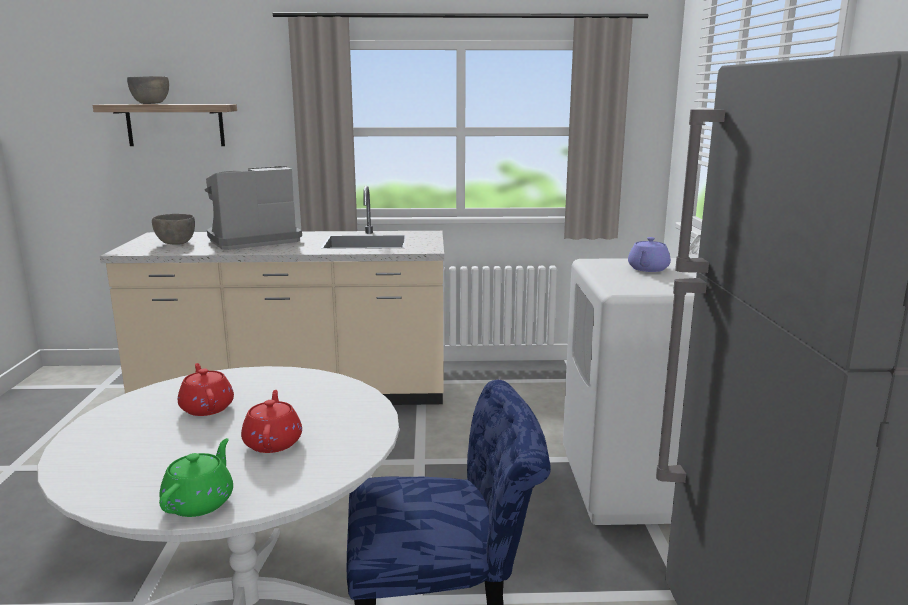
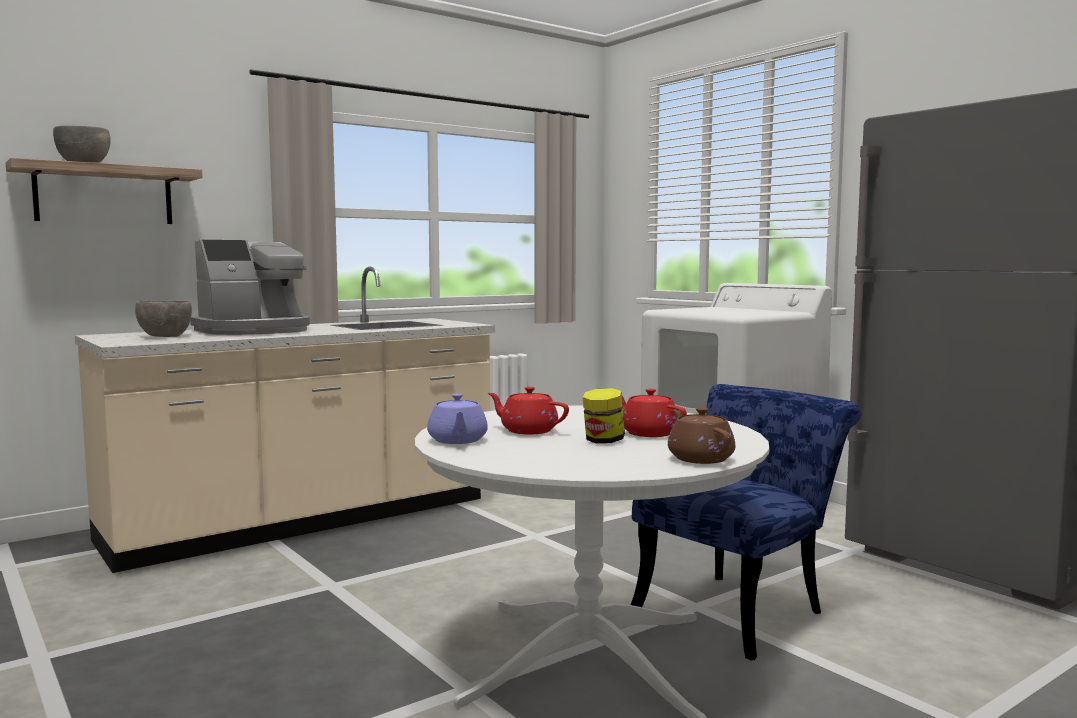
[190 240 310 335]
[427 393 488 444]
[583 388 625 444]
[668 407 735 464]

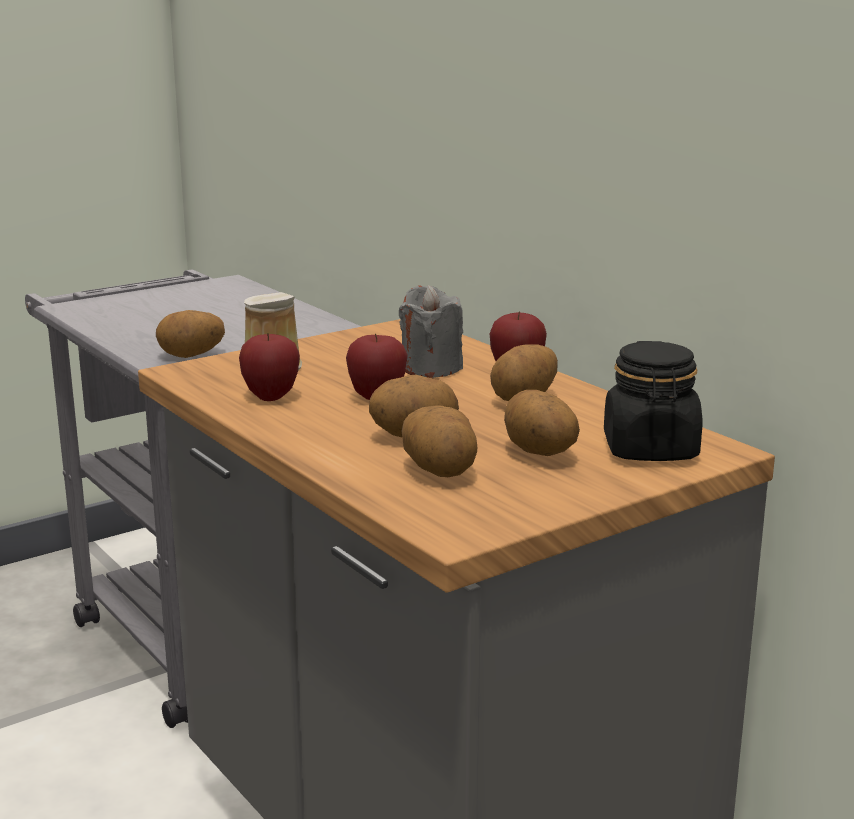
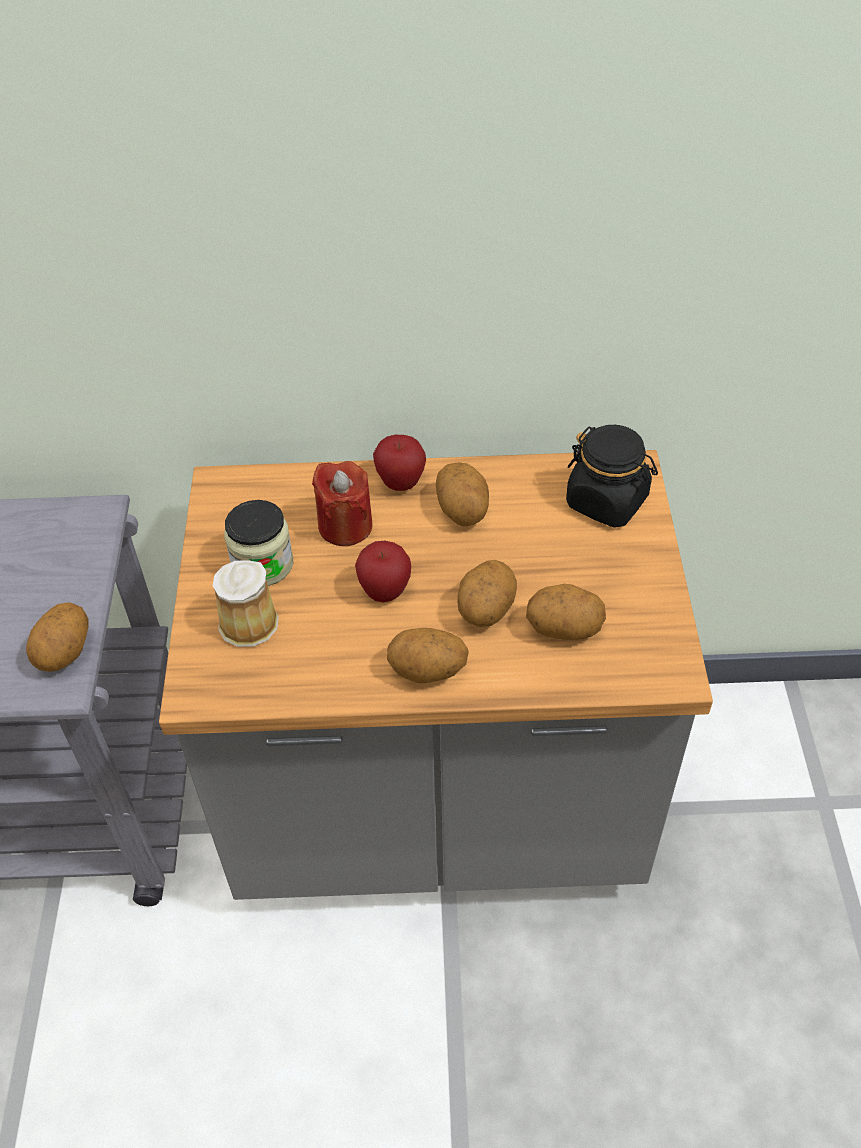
[224 500 293 586]
[312 461 373 546]
[387 628 469 683]
[239 333 300 401] (first image)

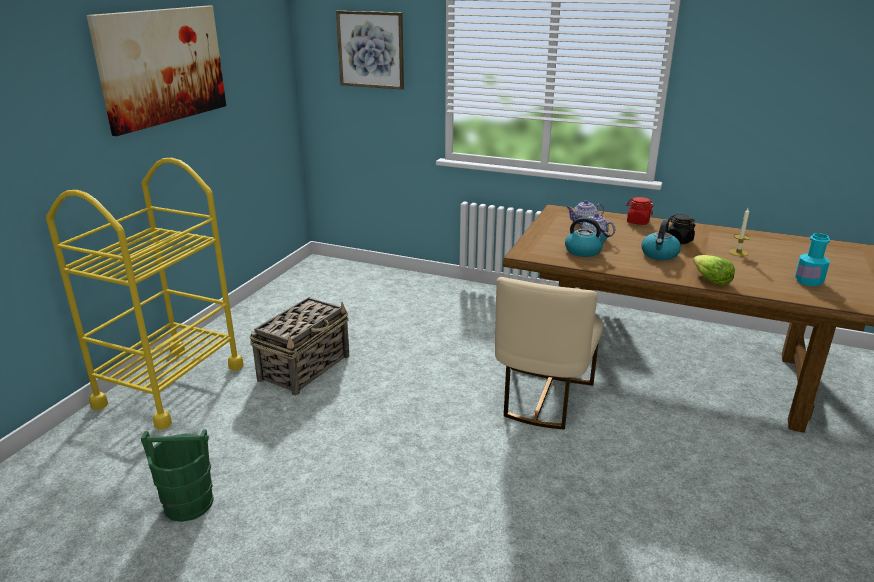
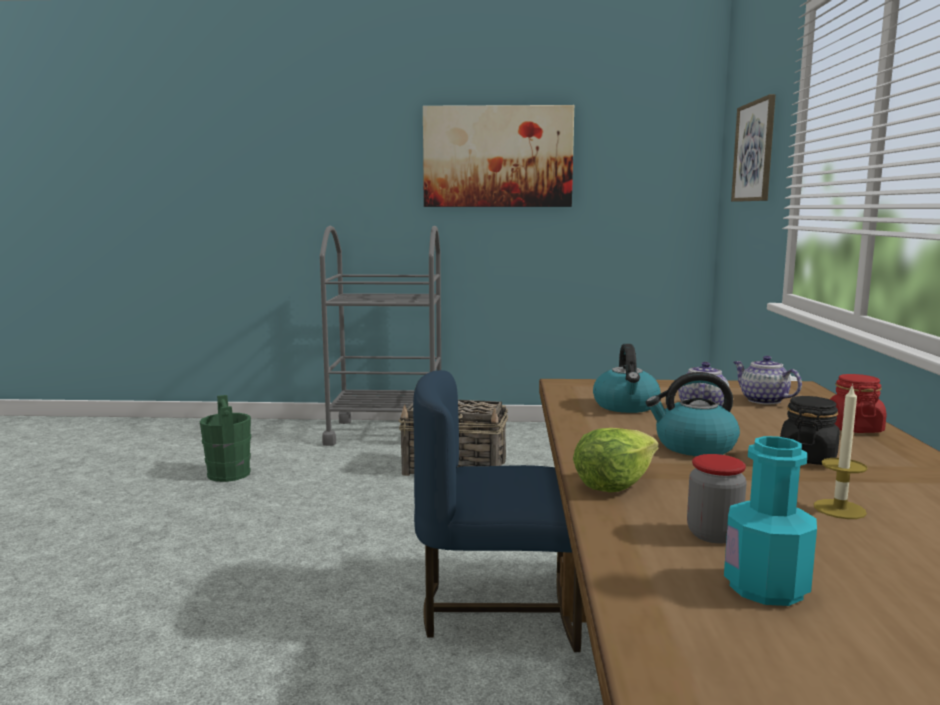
[320 226 441 446]
[413 370 582 652]
[687 454 747 544]

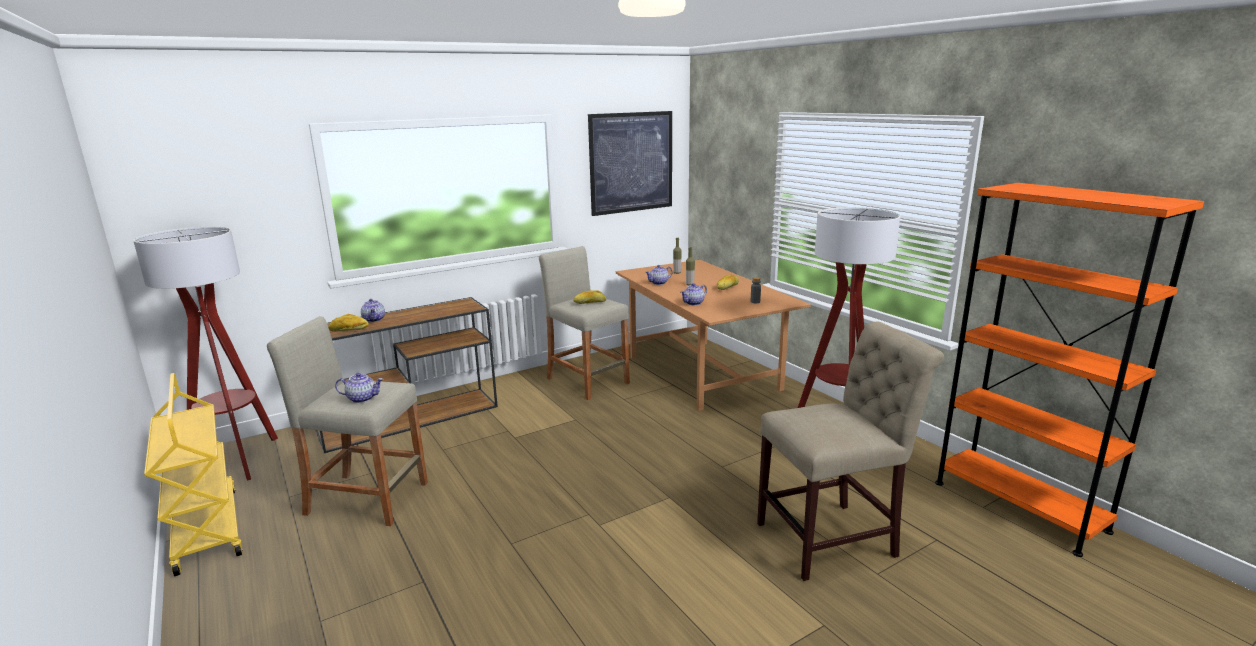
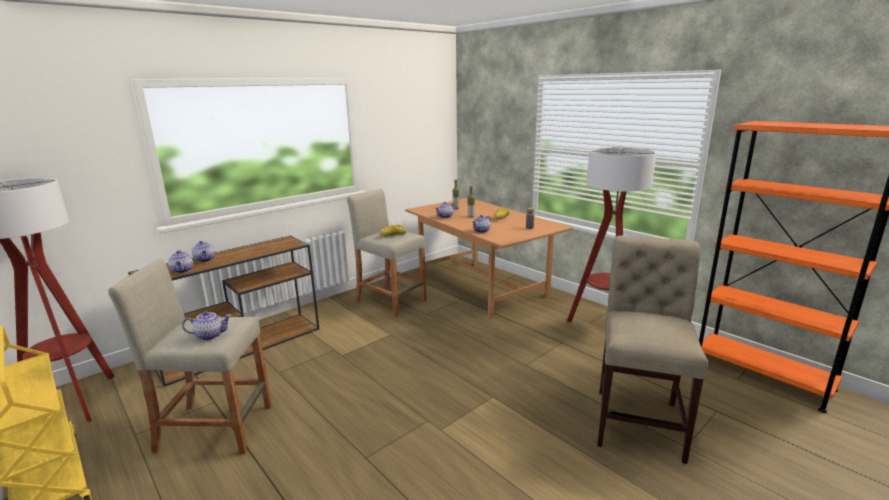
[168 250 193 273]
[597 236 708 464]
[588 111 672 216] (first image)

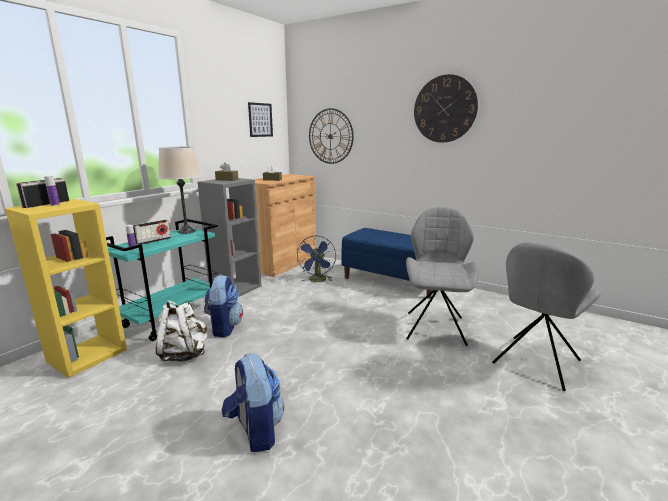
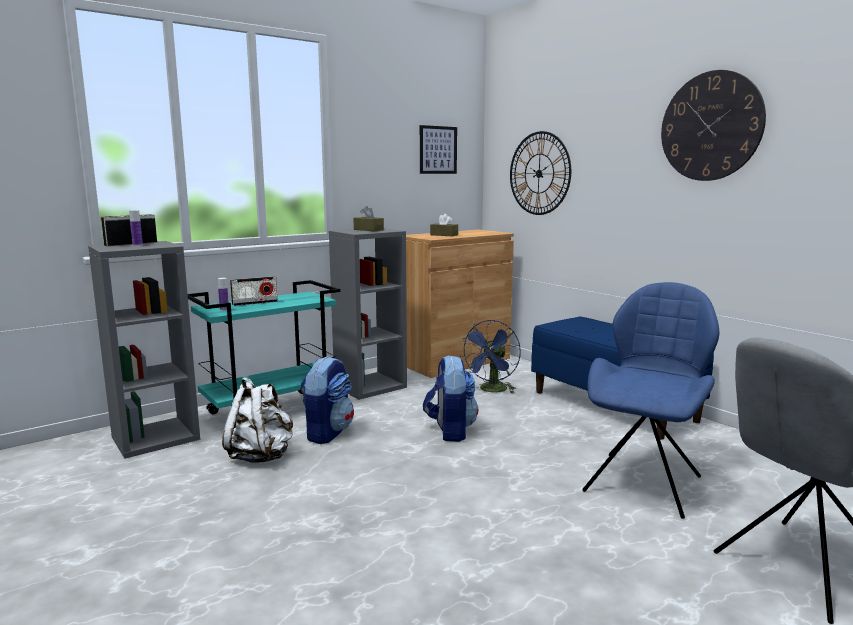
[88 241 200 459]
[423 355 478 442]
[582 282 719 519]
[158 147 201 234] (first image)

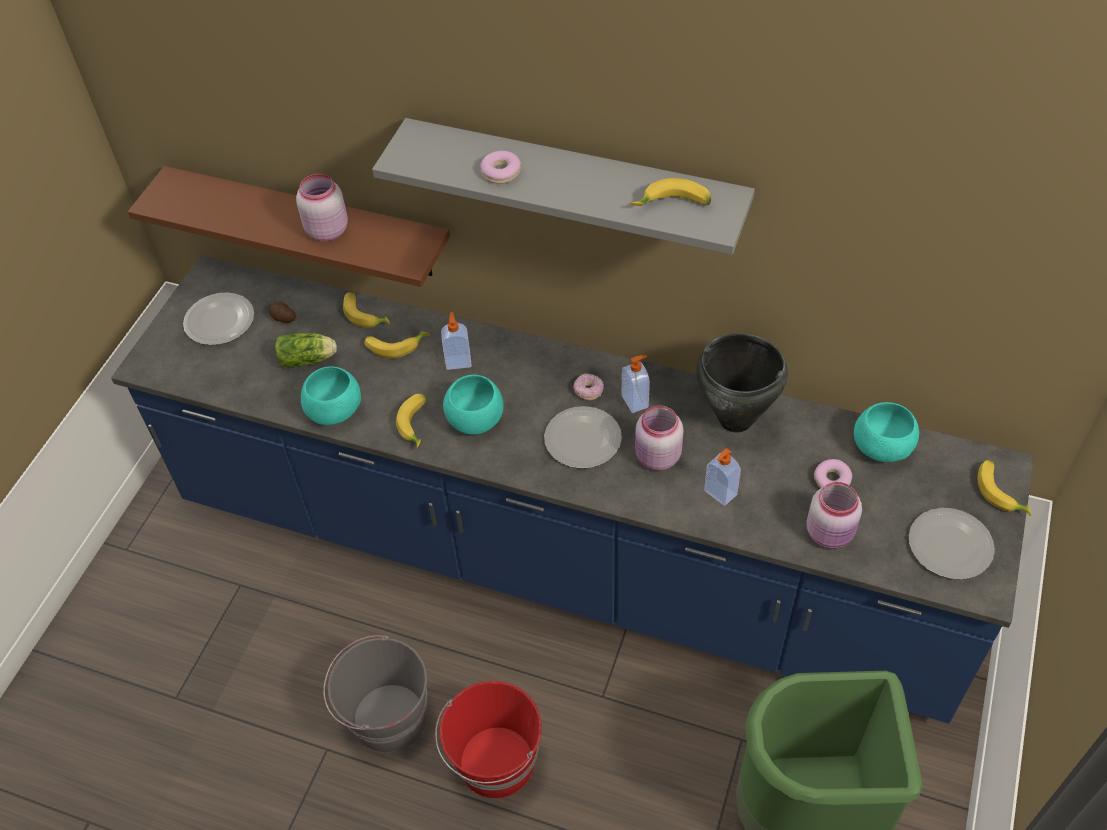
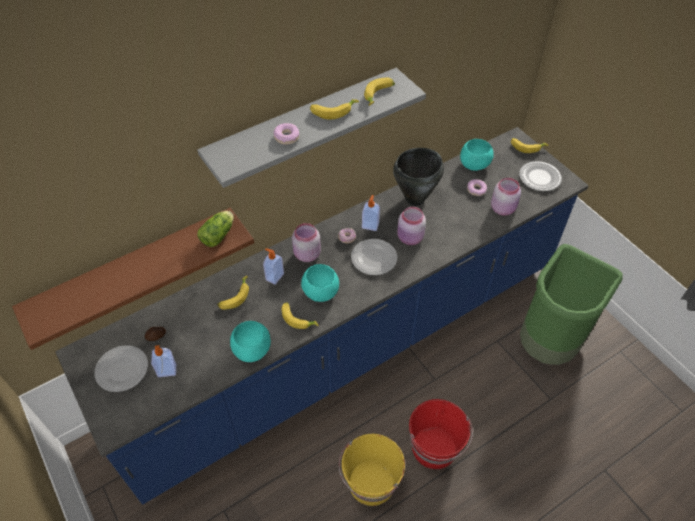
[151 345 176 377]
[197 211 234 247]
[292 223 321 262]
[310 99 359 119]
[339 434 405 506]

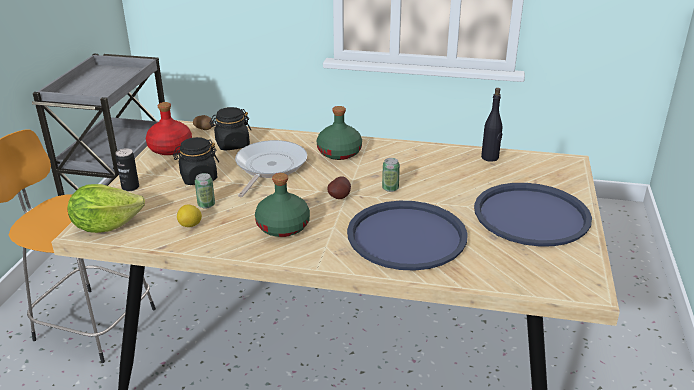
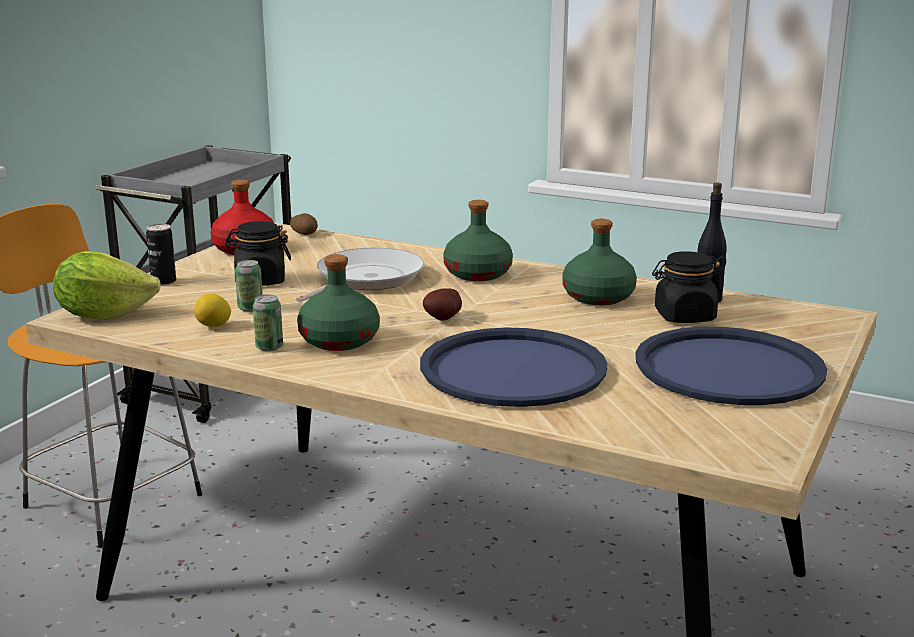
[253 294 283 351]
[563 219 637 305]
[652 251 722 323]

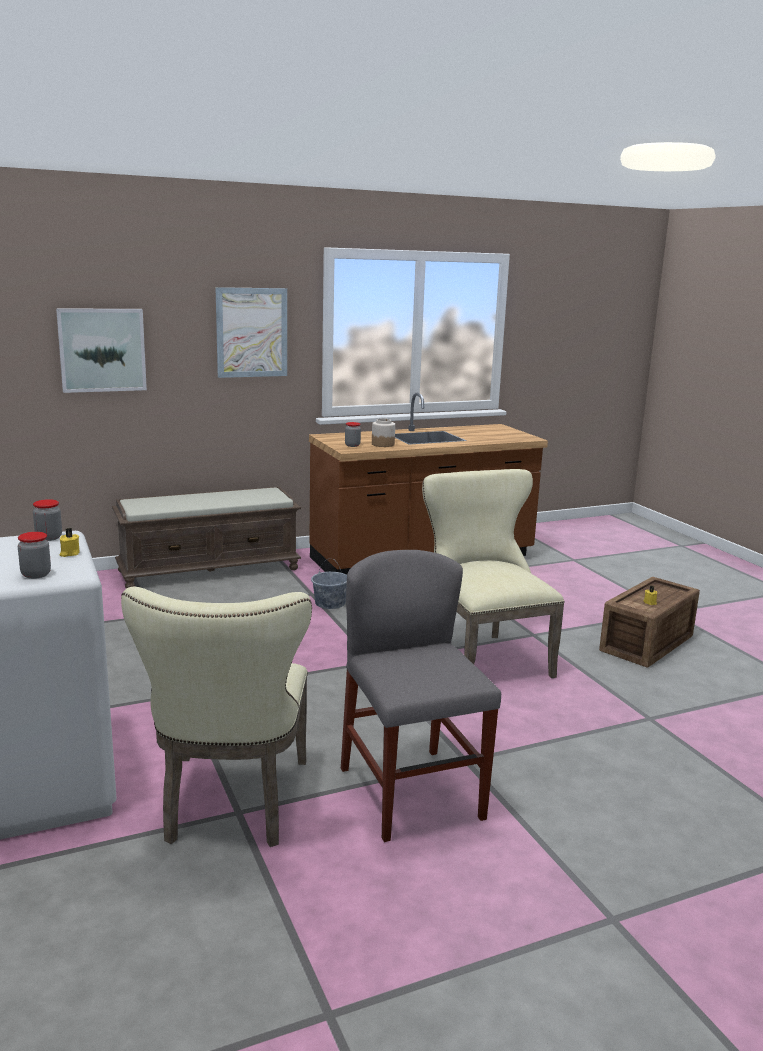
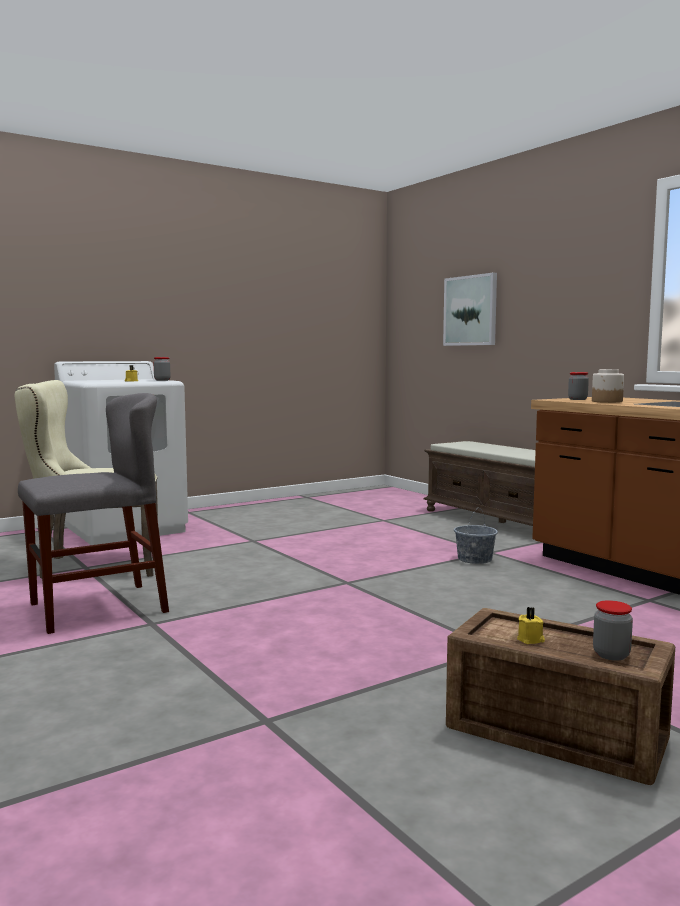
[593 600 633 661]
[215 287 287 378] (first image)
[422 469 565 678] (first image)

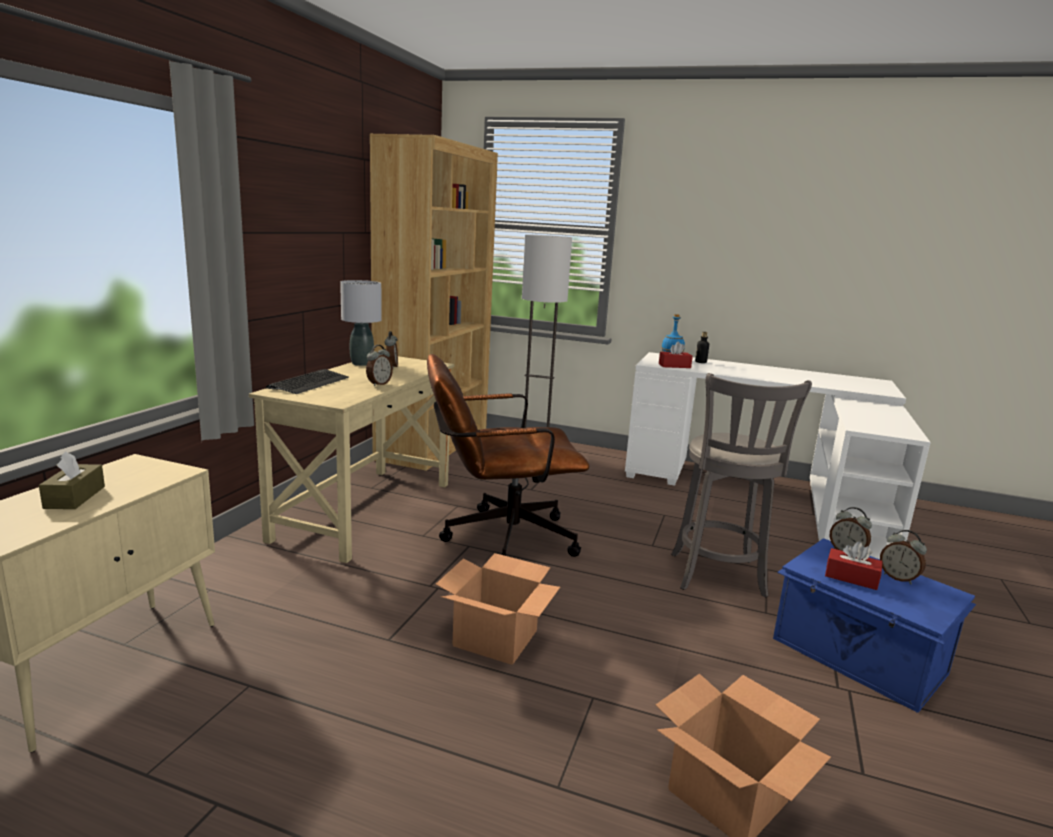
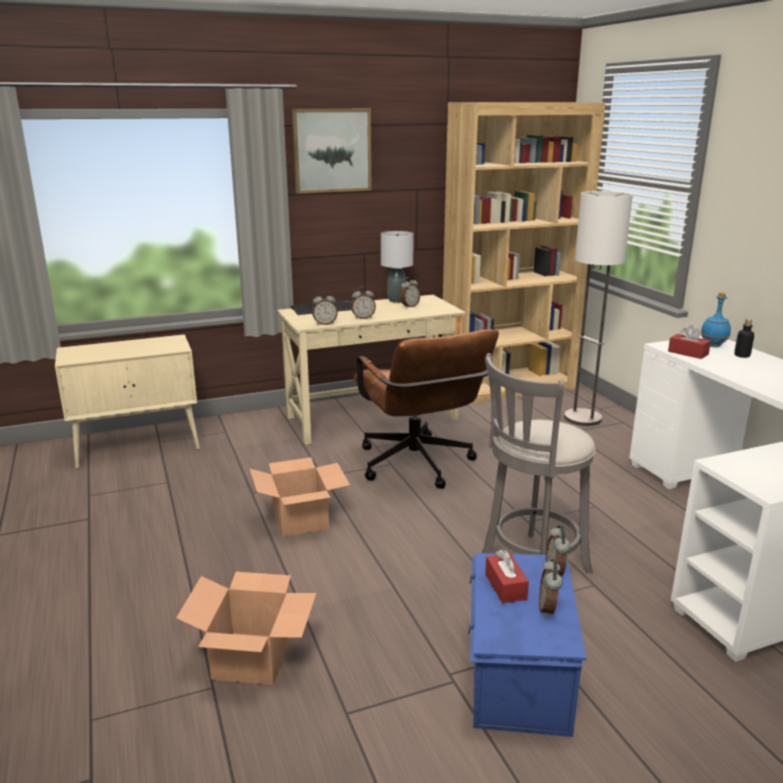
[292 109 371 194]
[312 292 338 325]
[353 330 499 489]
[39 451 105 509] (first image)

